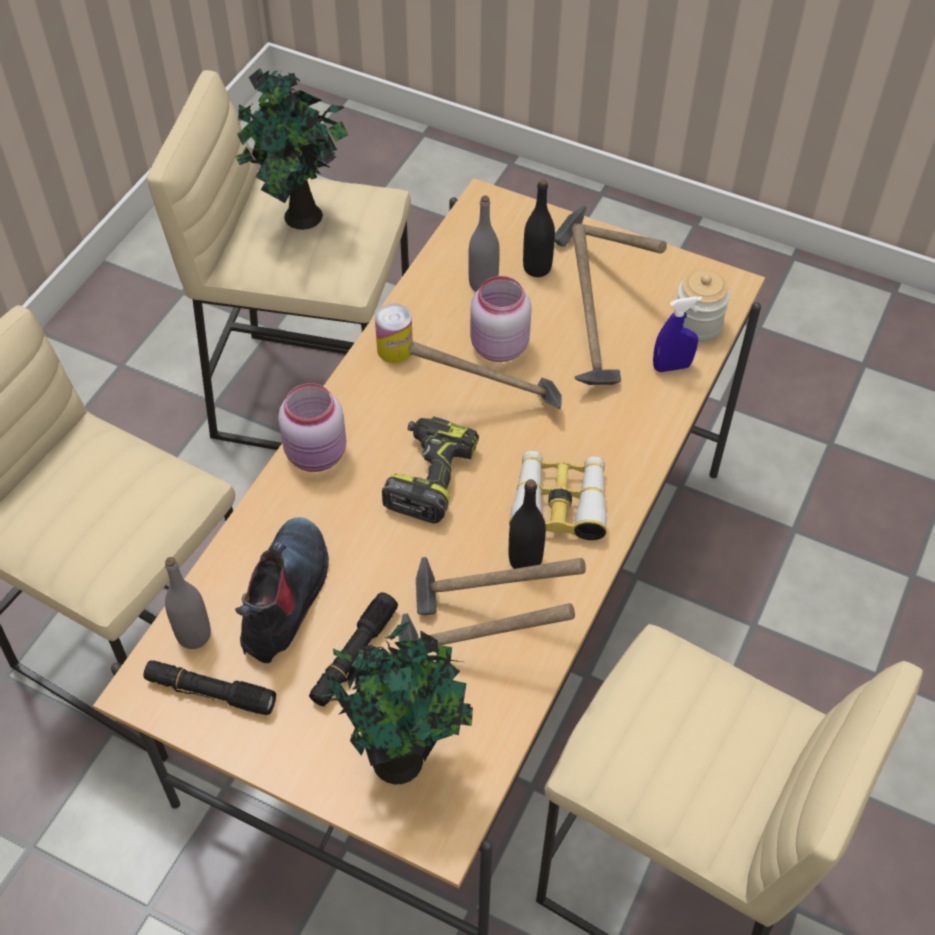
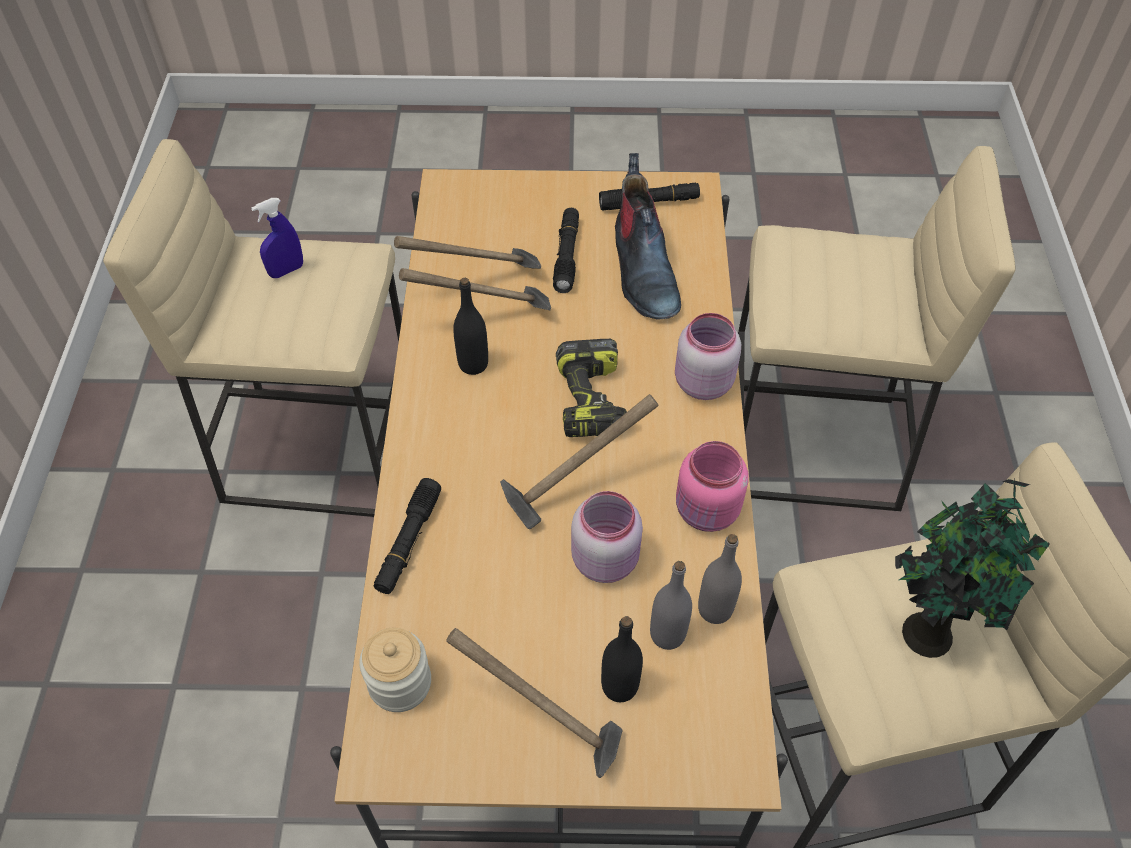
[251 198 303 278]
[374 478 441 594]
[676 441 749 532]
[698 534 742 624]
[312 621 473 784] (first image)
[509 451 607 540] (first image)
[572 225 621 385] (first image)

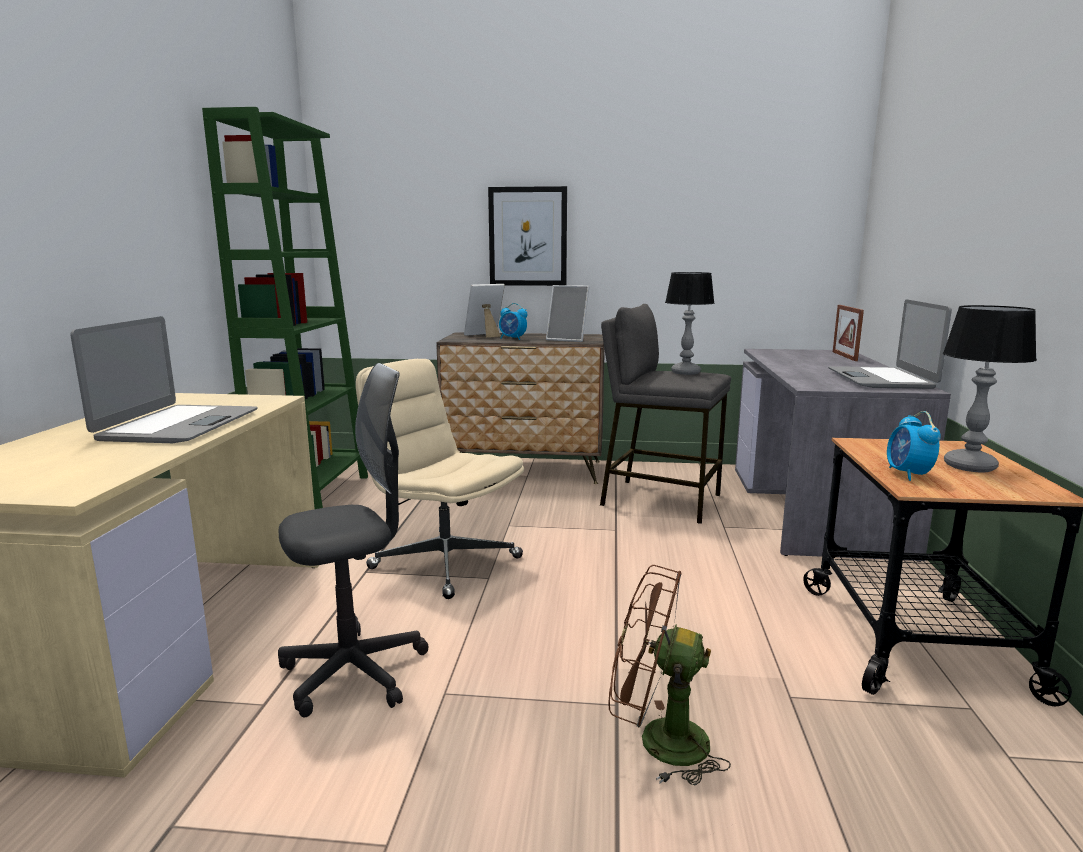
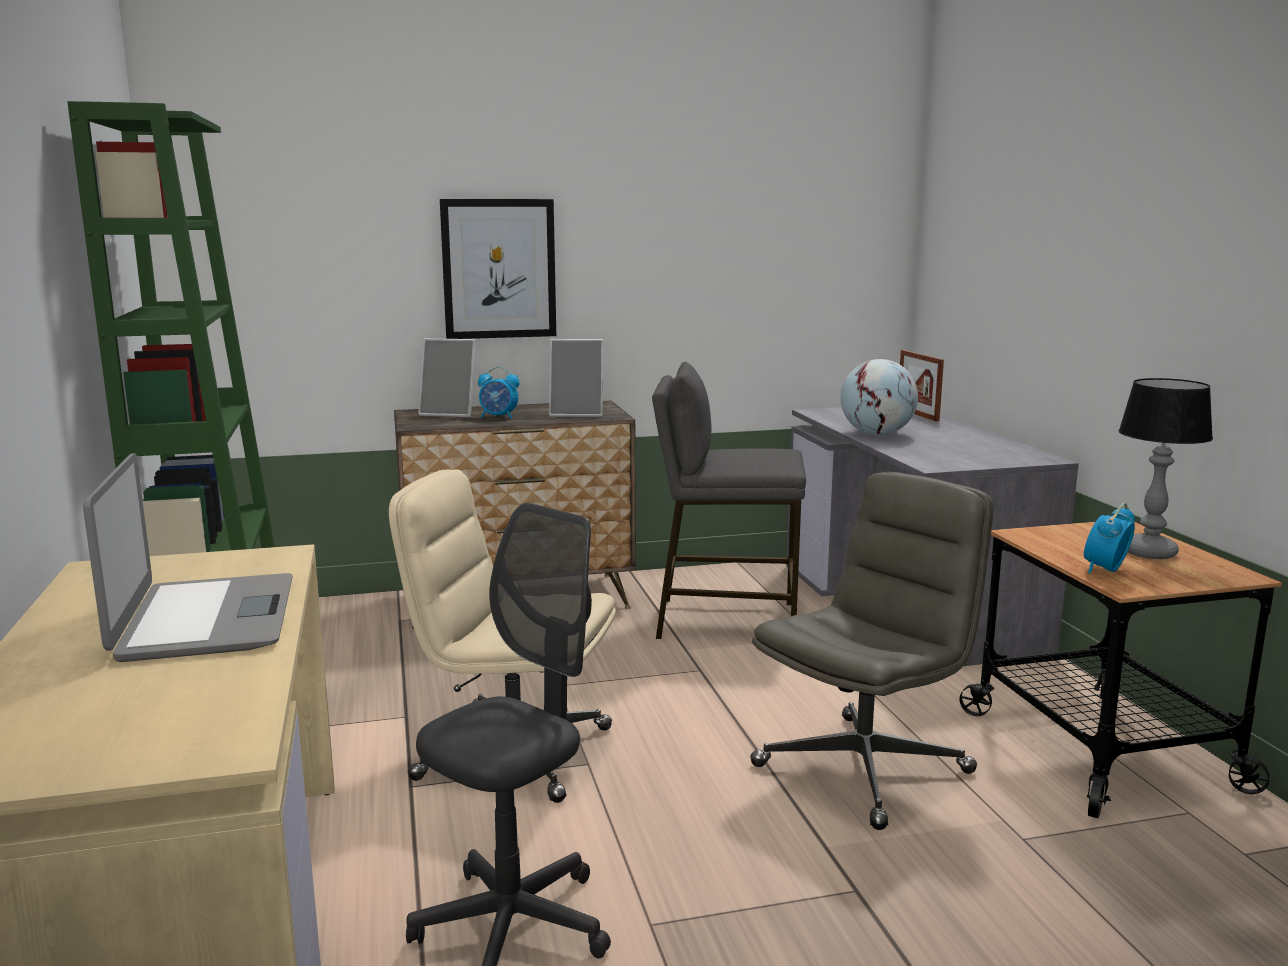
[418 338 476 417]
[750 472 993 830]
[841 359 918 435]
[1084 503 1135 574]
[609 565 731 785] (first image)
[665 272 714 375] (first image)
[828 299 952 389] (first image)

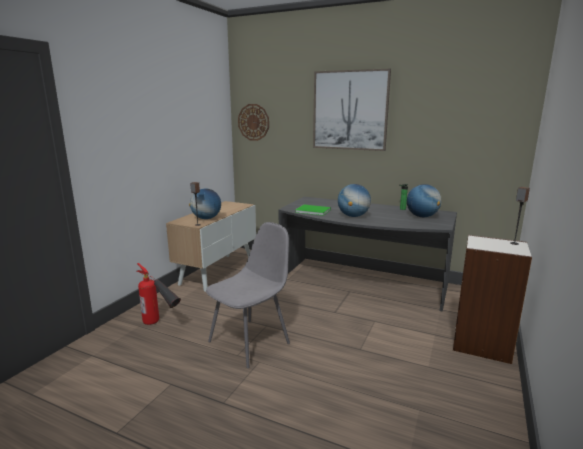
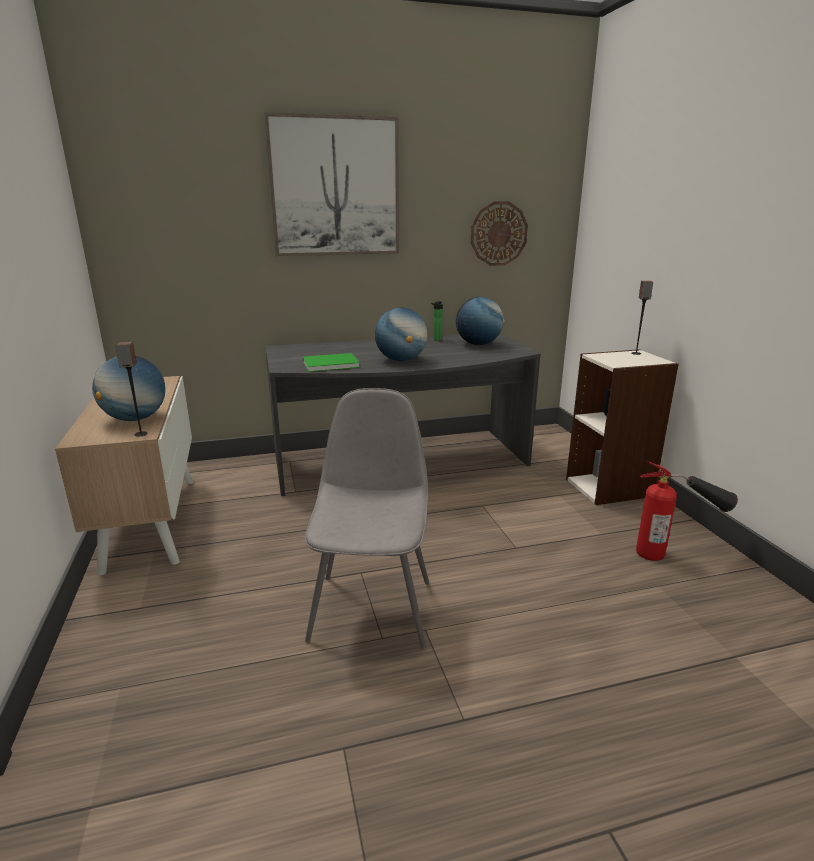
[471 202 528 266]
[636 461 738 561]

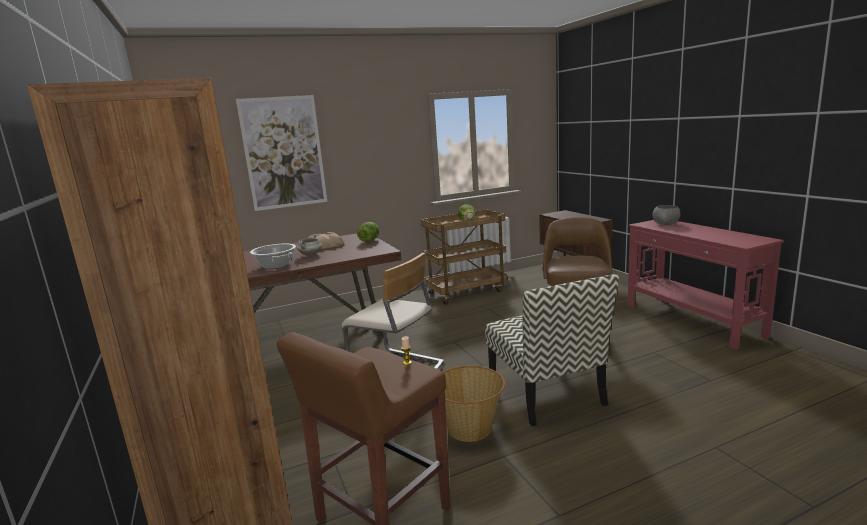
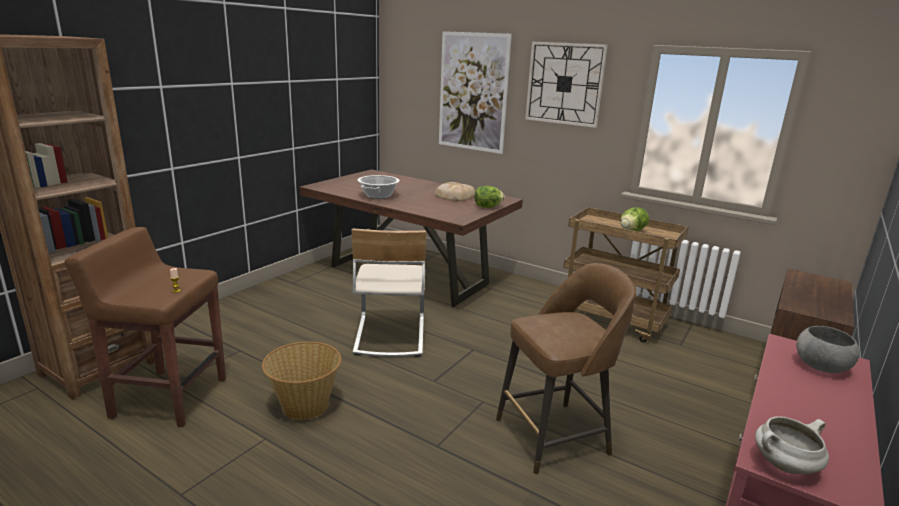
[525 41 608 128]
[755 416 829 474]
[485 274 619 426] (first image)

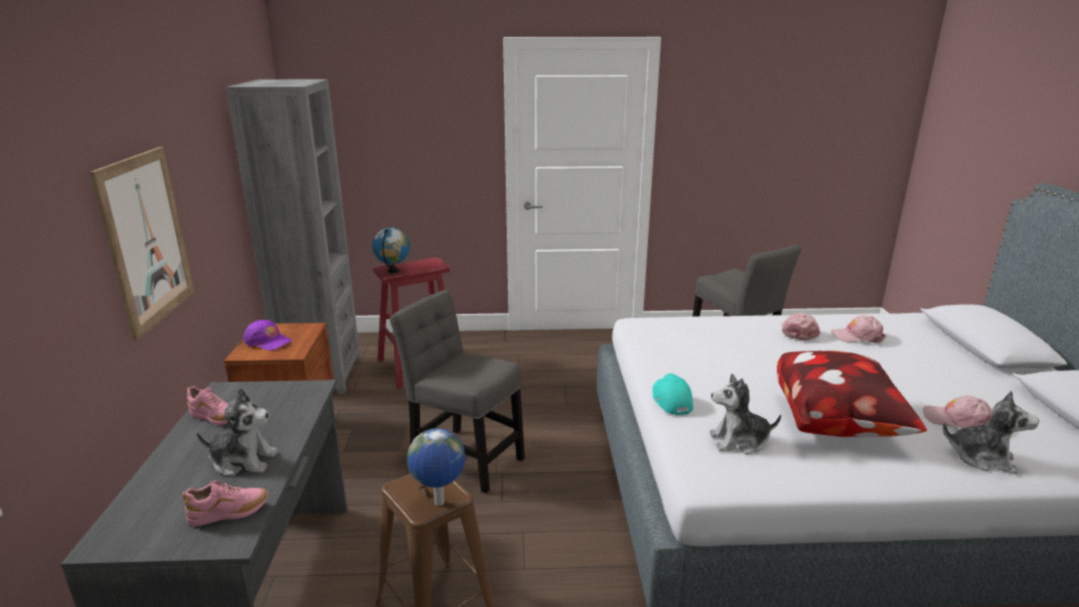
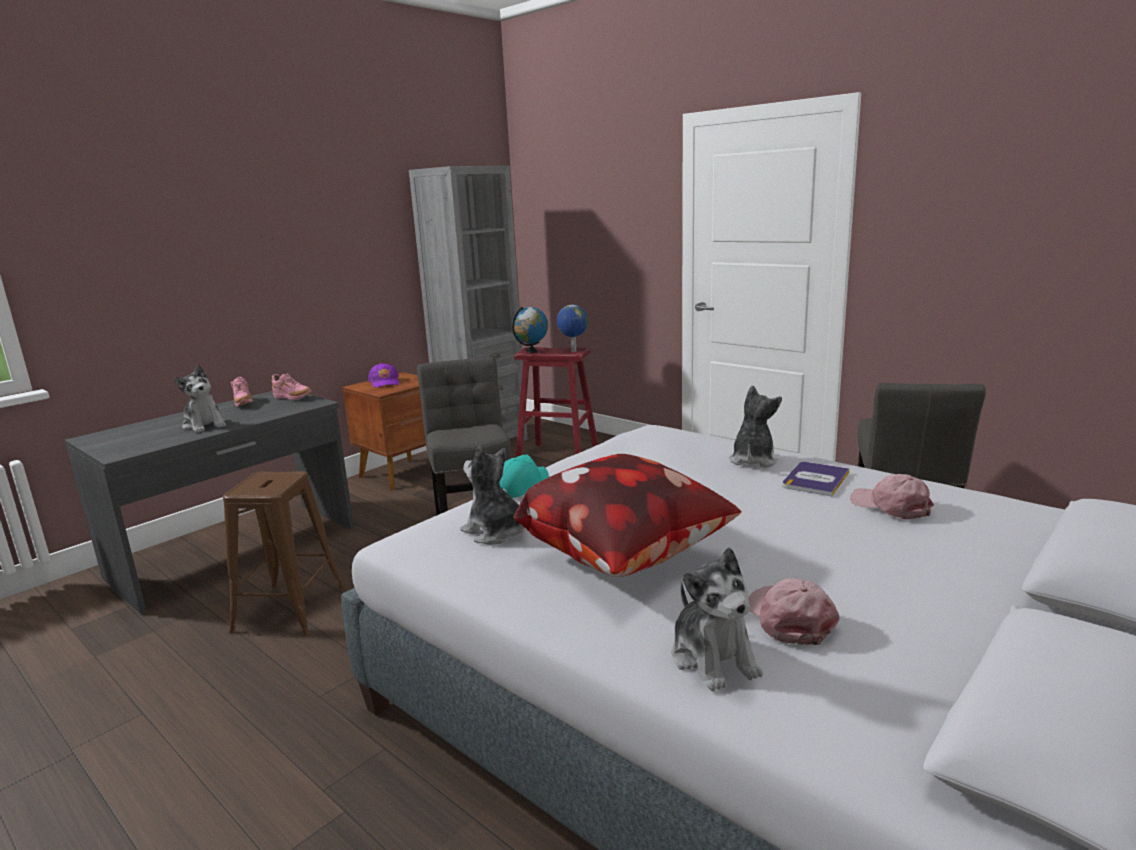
[271 374 312 400]
[557 305 588 352]
[729 385 782 467]
[783 462 849 496]
[89 147 194 341] (first image)

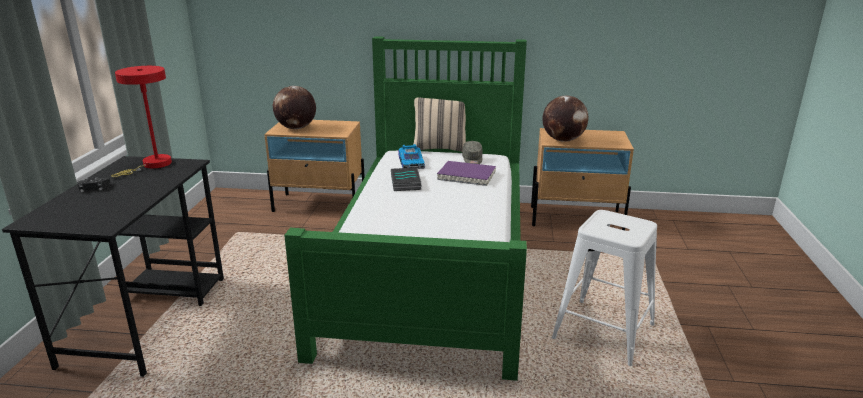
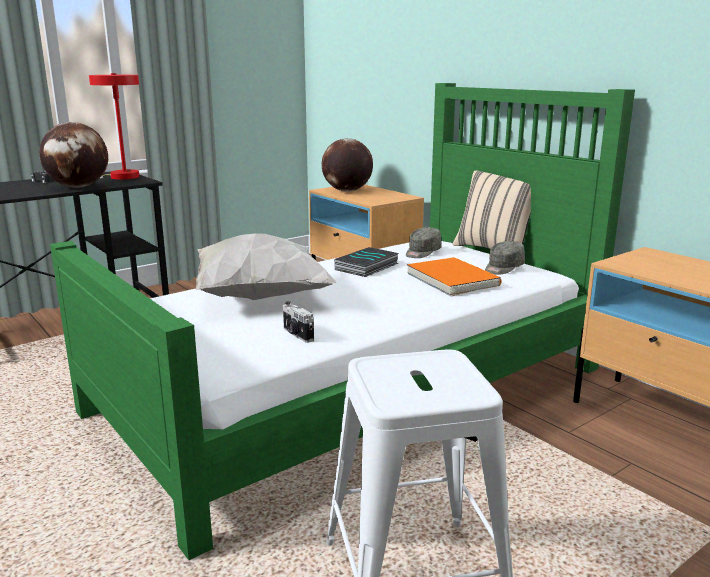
[39 122 108 188]
[196 233 337 300]
[283 301 314 343]
[406 227 442 258]
[407 257 502 296]

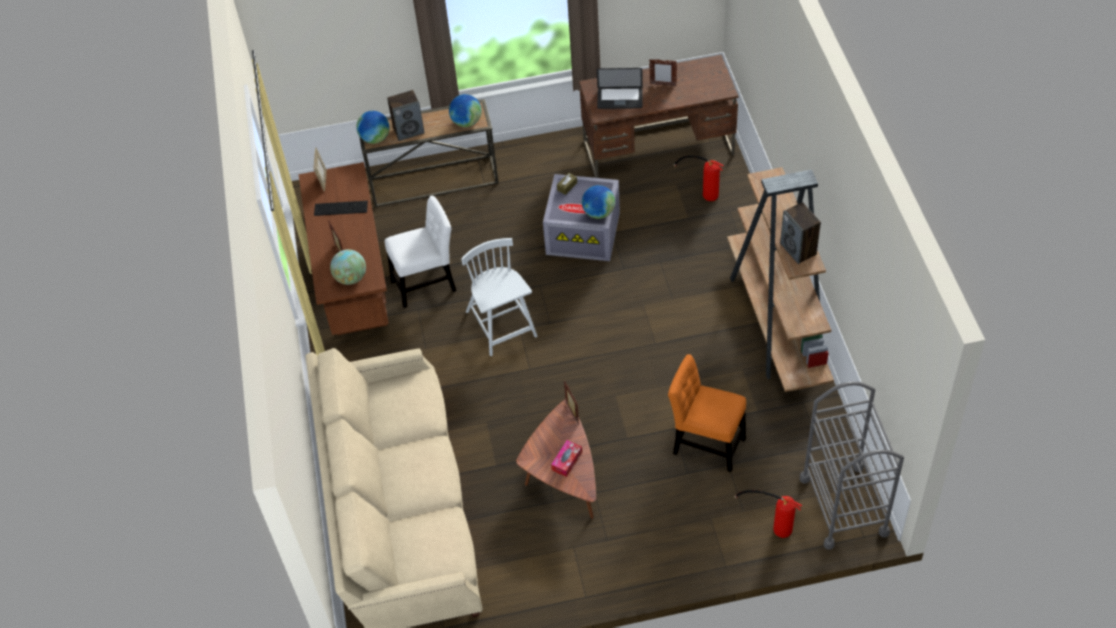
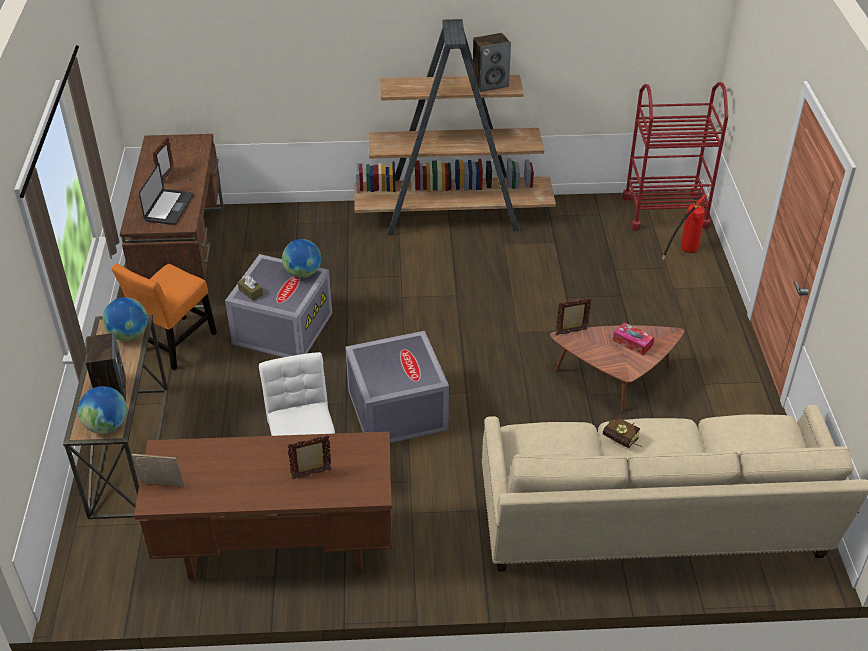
[111 264 217 370]
[345 331 449 443]
[603 415 643 448]
[622 82 728 231]
[314 201 368 216] (first image)
[330 249 366 285] (first image)
[674 155 724 201] (first image)

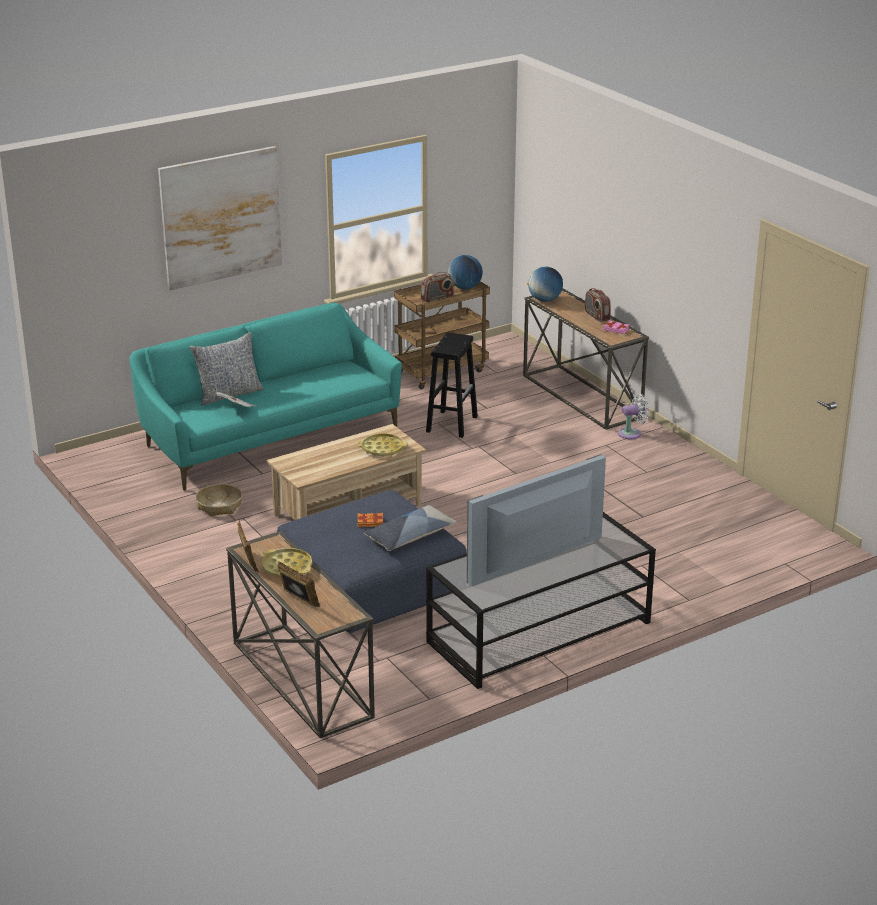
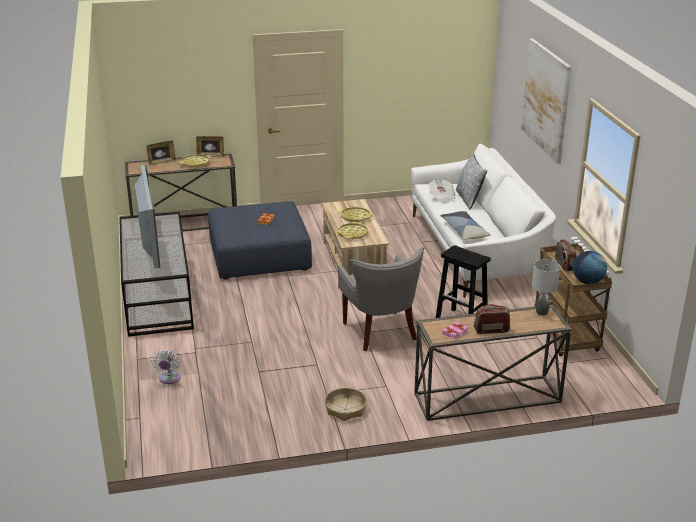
[151 350 181 384]
[325 388 367 421]
[338 246 425 351]
[339 207 373 222]
[411 144 556 298]
[440 211 491 240]
[532 259 560 315]

